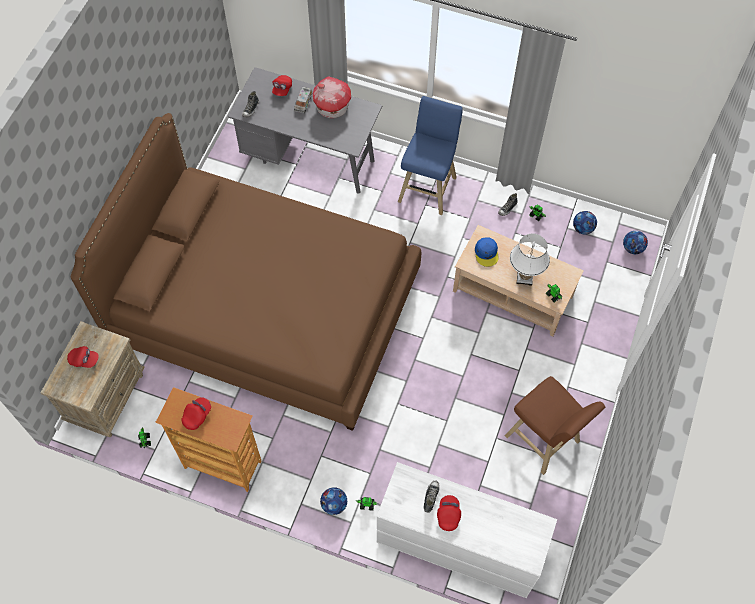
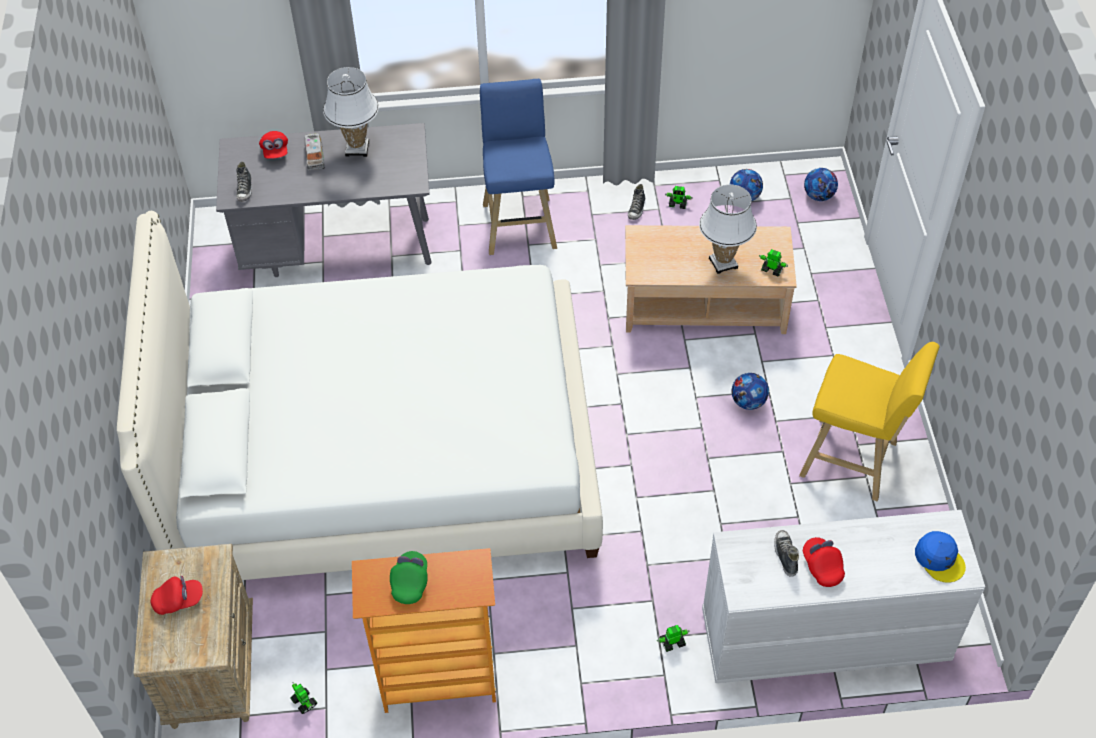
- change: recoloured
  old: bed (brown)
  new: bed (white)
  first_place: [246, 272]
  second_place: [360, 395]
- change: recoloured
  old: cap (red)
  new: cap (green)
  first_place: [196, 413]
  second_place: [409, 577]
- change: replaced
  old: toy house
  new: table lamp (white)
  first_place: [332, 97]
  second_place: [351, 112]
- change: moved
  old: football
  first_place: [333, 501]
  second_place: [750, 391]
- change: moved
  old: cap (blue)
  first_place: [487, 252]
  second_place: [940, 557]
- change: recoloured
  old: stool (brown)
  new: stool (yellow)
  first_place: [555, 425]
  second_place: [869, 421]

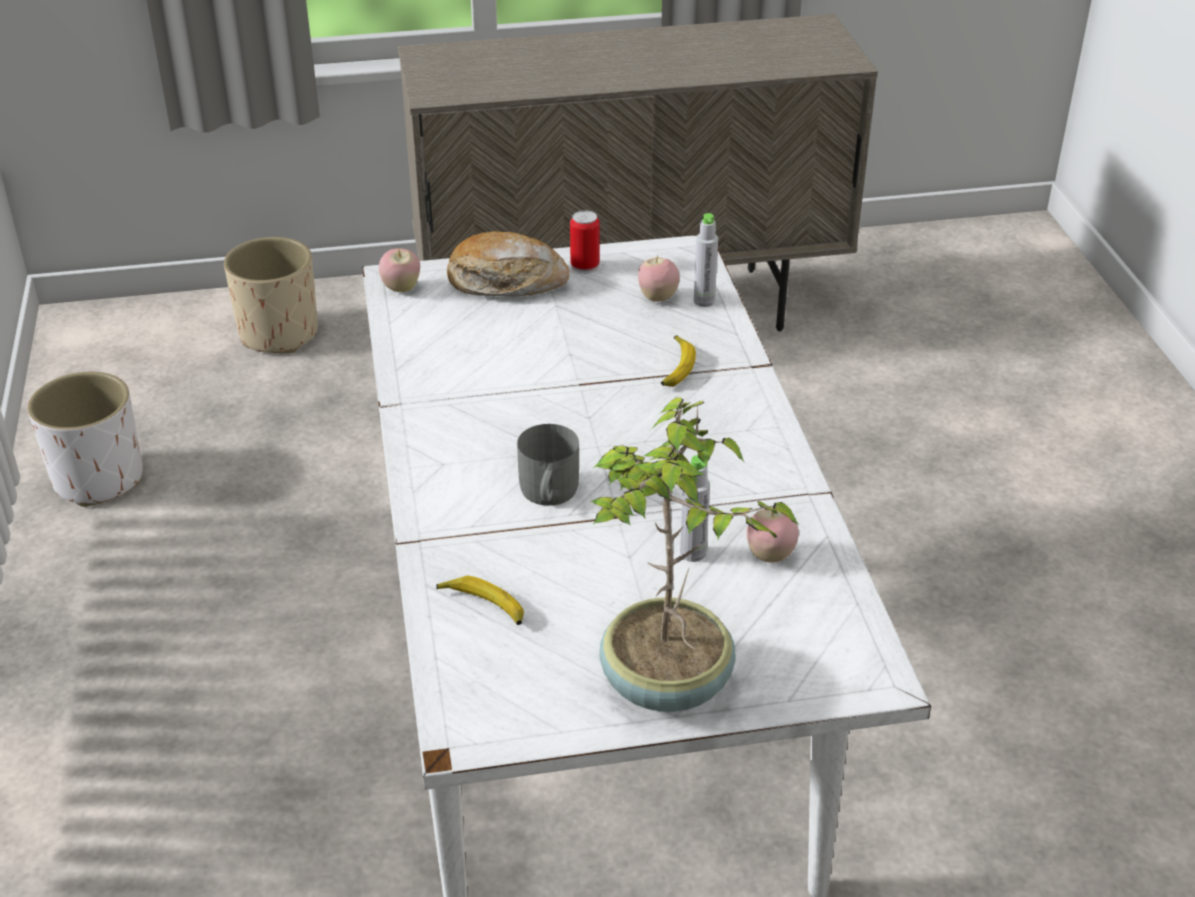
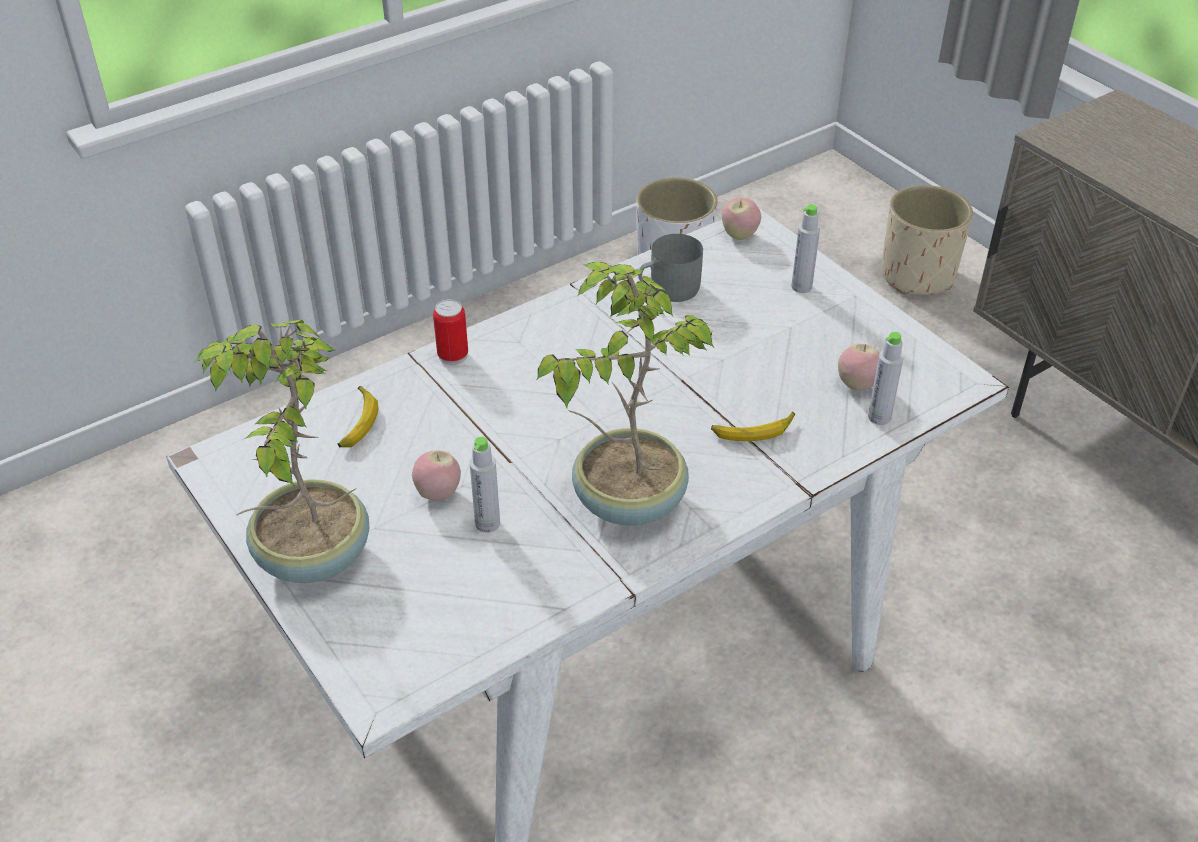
- change: replaced
  old: bread
  new: bottle (grey)
  first_place: [508, 264]
  second_place: [805, 248]
- change: moved
  old: mug (grey)
  first_place: [548, 465]
  second_place: [670, 268]
- change: moved
  old: can
  first_place: [585, 242]
  second_place: [450, 332]
- change: moved
  old: apple
  first_place: [772, 535]
  second_place: [436, 475]
- change: added
  new: potted plant
  second_place: [625, 393]

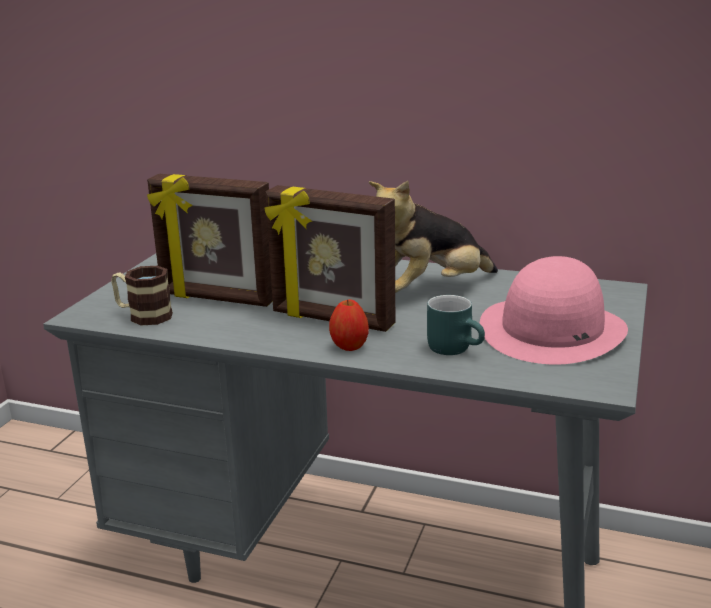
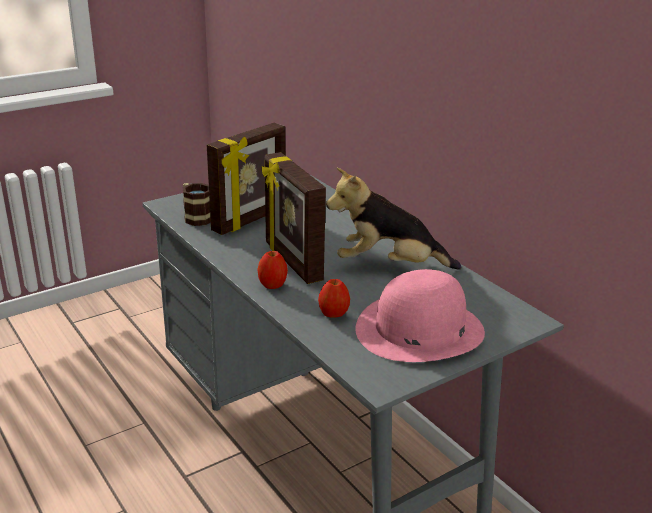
- change: turned
  old: picture frame
  first_place: [210, 240]
  second_place: [246, 179]
  degrees: -105
- change: replaced
  old: mug (turquoise)
  new: apple
  first_place: [456, 325]
  second_place: [334, 298]

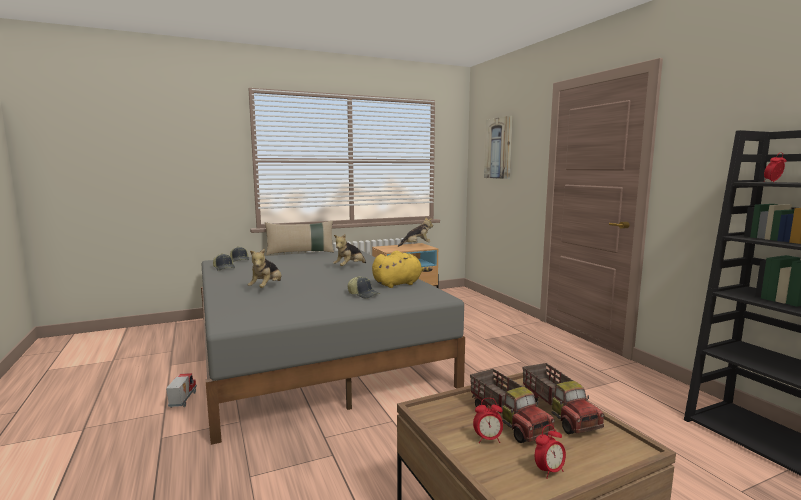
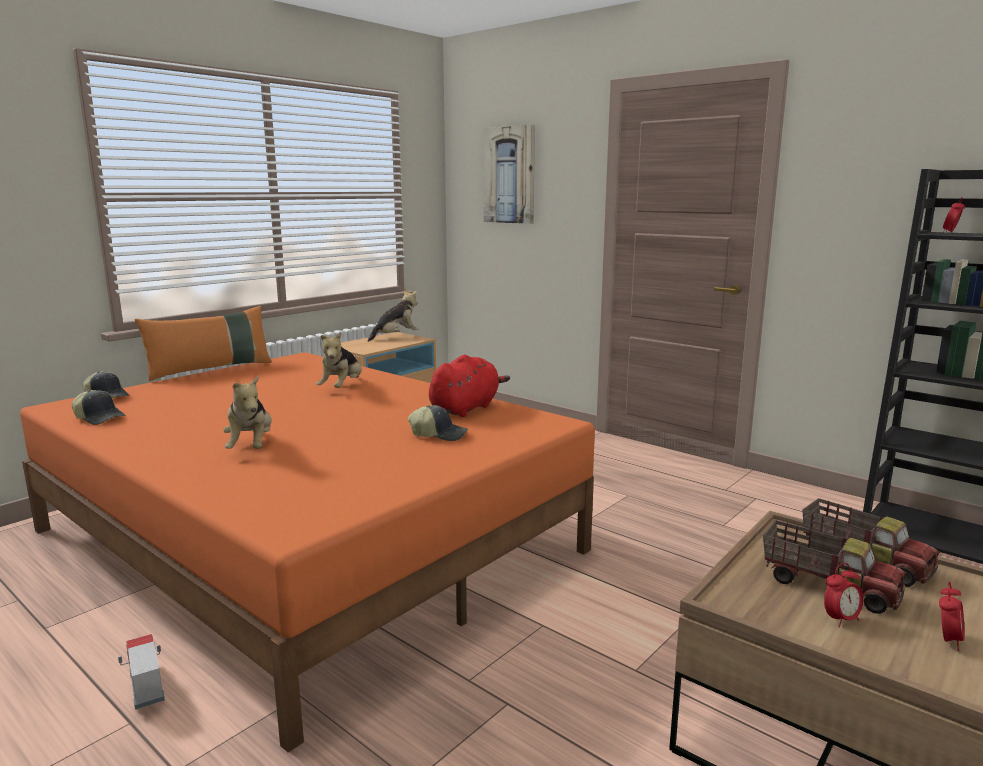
- change: recoloured
  old: bed (grey)
  new: bed (orange)
  first_place: [333, 347]
  second_place: [307, 552]
- change: recoloured
  old: pillow (beige)
  new: pillow (orange)
  first_place: [299, 237]
  second_place: [203, 343]
- change: recoloured
  old: plush toy (yellow)
  new: plush toy (red)
  first_place: [402, 269]
  second_place: [469, 386]

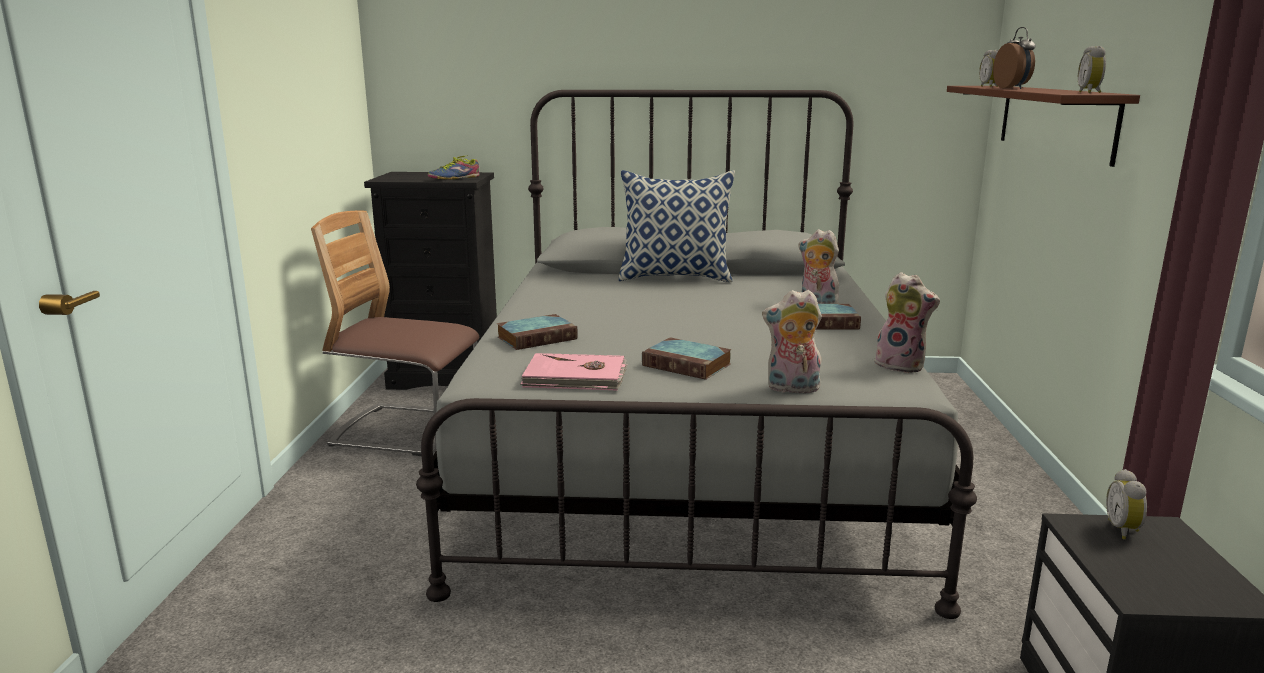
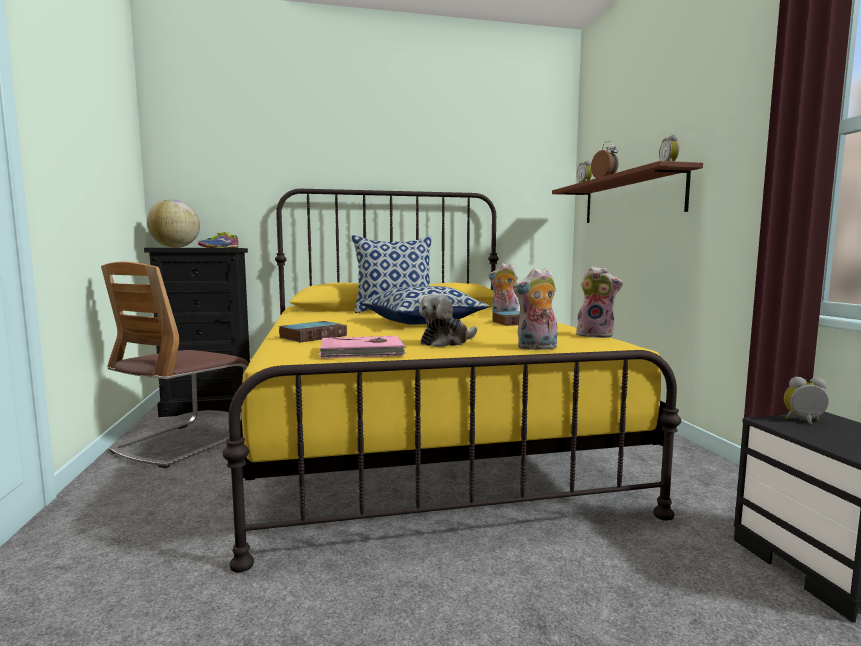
- change: turned
  old: chair
  first_place: [395, 333]
  second_place: [175, 364]
  degrees: -60
- change: recoloured
  old: bed (grey)
  new: bed (yellow)
  first_place: [696, 354]
  second_place: [452, 380]
- change: replaced
  old: book
  new: plush toy
  first_place: [687, 358]
  second_place: [448, 320]
- change: turned
  old: alarm clock
  first_place: [1126, 504]
  second_place: [806, 400]
  degrees: 105
- change: added
  new: globe
  second_place: [173, 223]
- change: added
  new: pillow
  second_place: [424, 305]

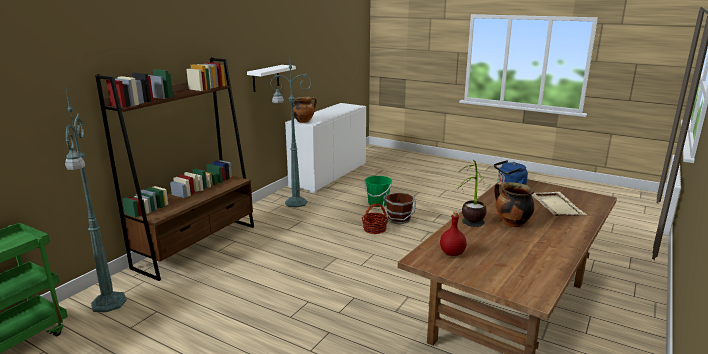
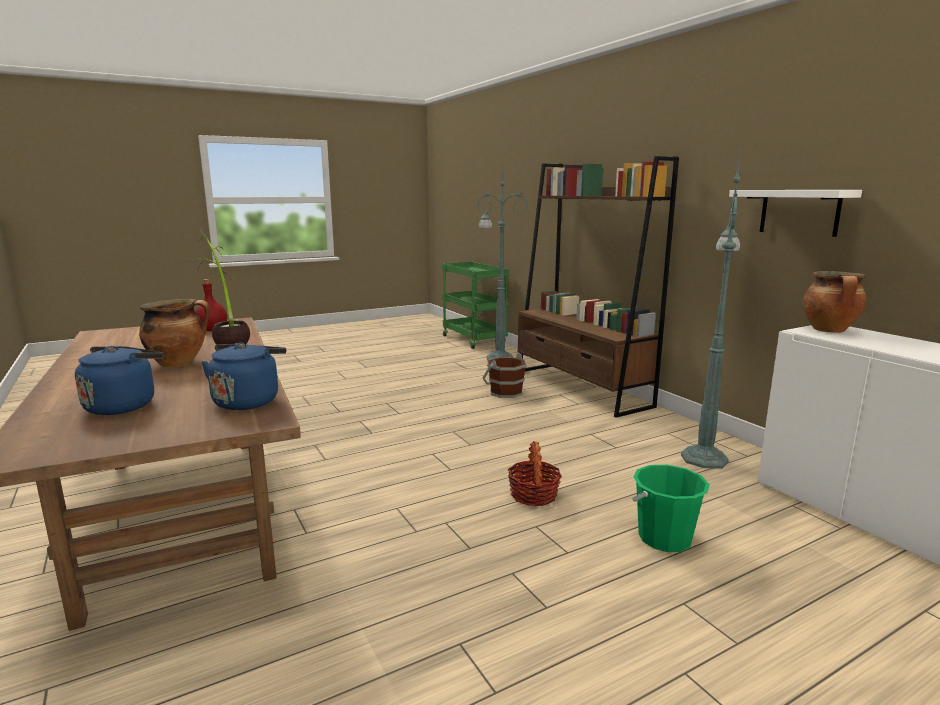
- change: moved
  old: bucket (brown)
  first_place: [399, 208]
  second_place: [504, 375]
- change: replaced
  old: tray (beige)
  new: kettle (blue)
  first_place: [559, 204]
  second_place: [119, 380]

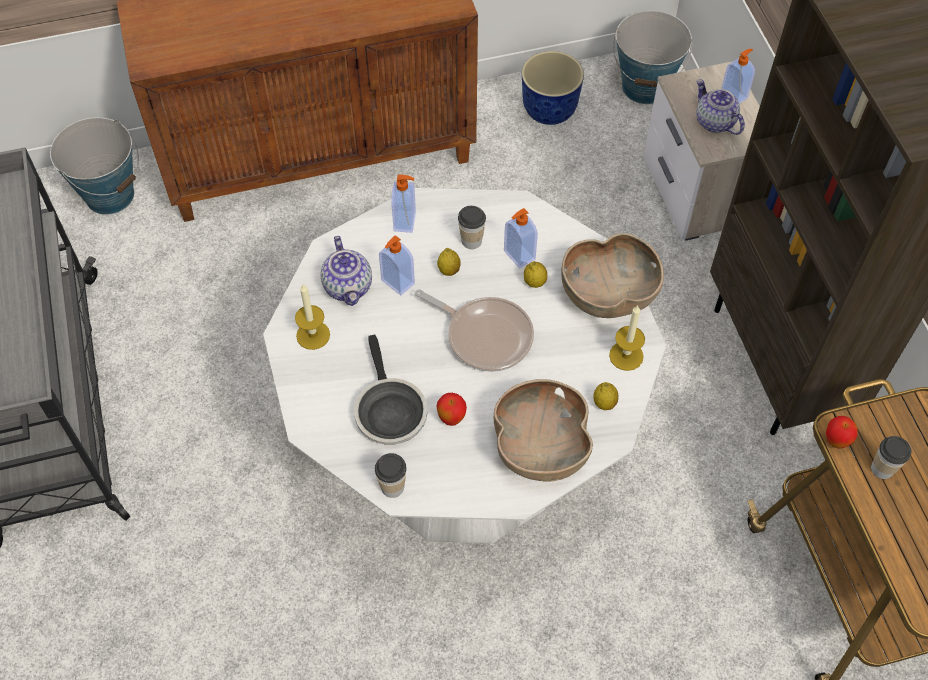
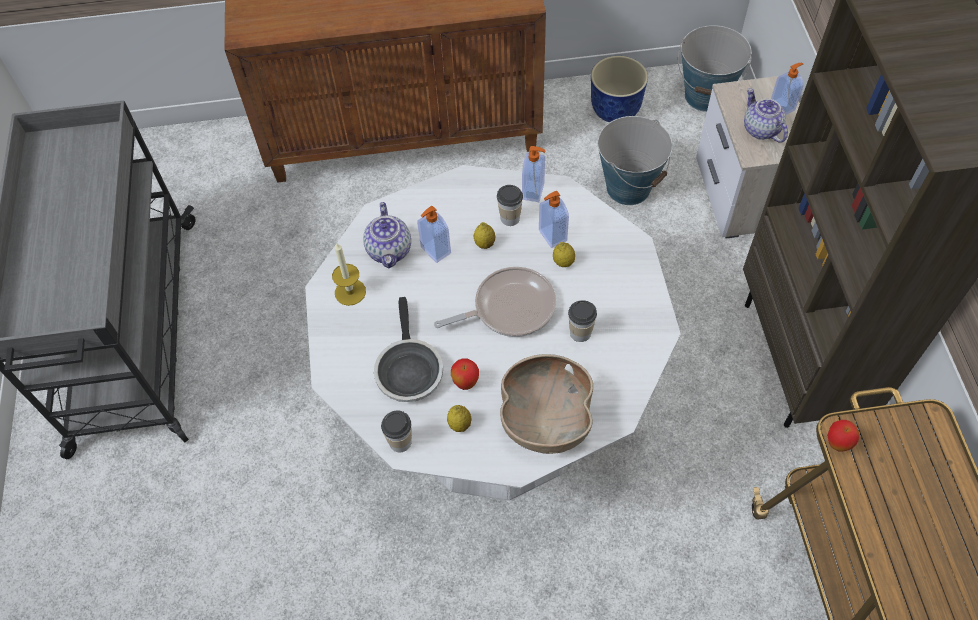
- change: moved
  old: bucket
  first_place: [94, 166]
  second_place: [635, 160]
- change: moved
  old: soap dispenser
  first_place: [403, 203]
  second_place: [534, 174]
- change: turned
  old: frying pan
  first_place: [474, 330]
  second_place: [495, 302]
  degrees: -60
- change: removed
  old: bowl (brown)
  first_place: [612, 275]
- change: moved
  old: lemon
  first_place: [605, 396]
  second_place: [459, 418]
- change: removed
  old: candle
  first_place: [627, 338]
- change: moved
  old: cup
  first_place: [891, 457]
  second_place: [582, 321]

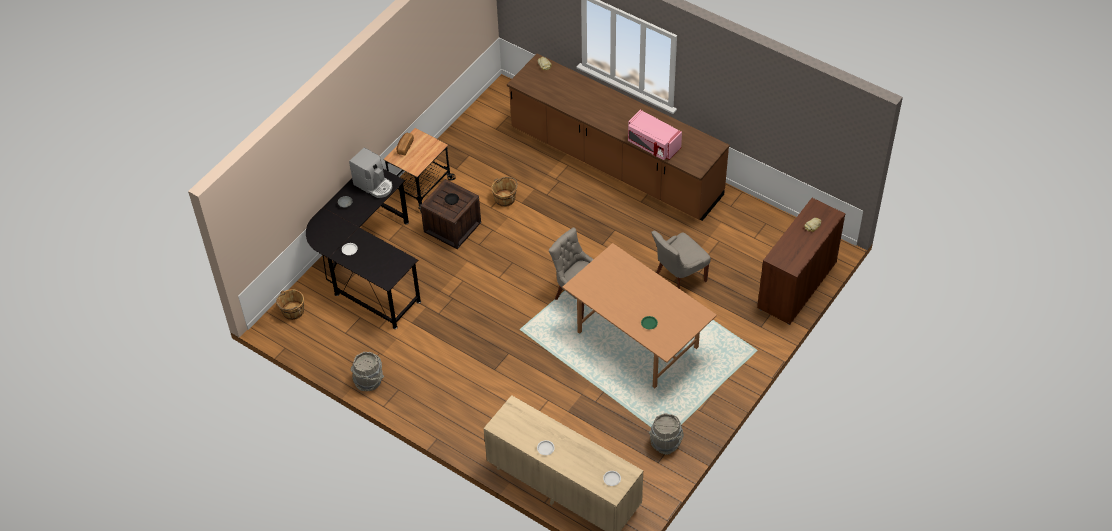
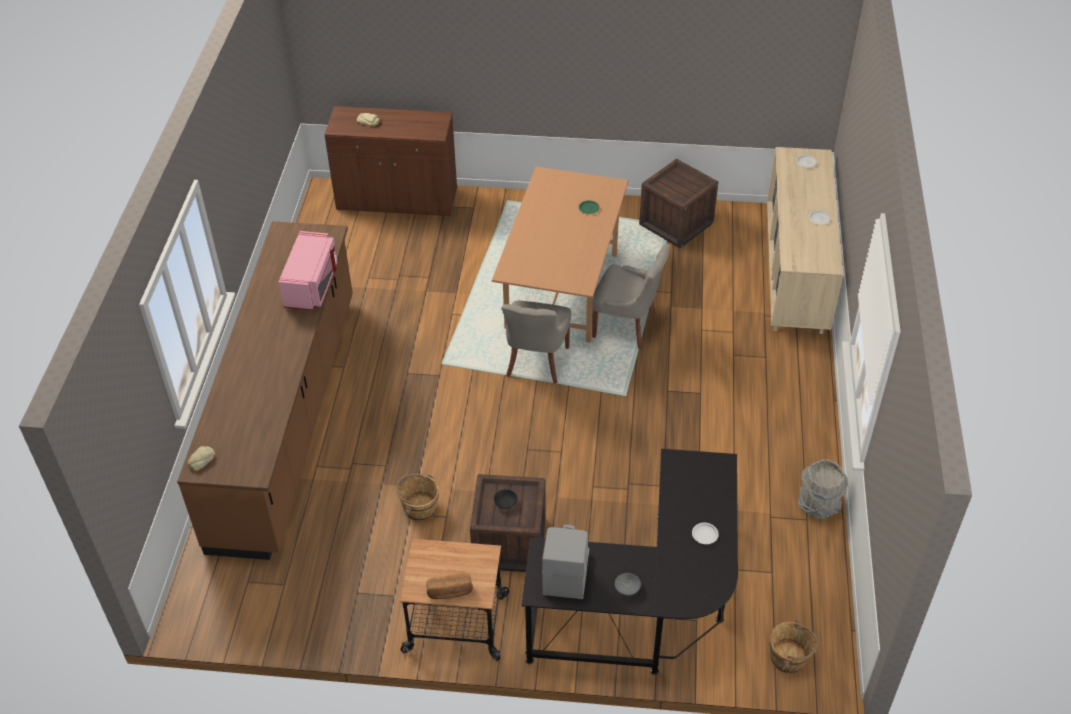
- change: replaced
  old: bucket (grey)
  new: crate
  first_place: [666, 434]
  second_place: [678, 203]
- change: moved
  old: chair (grey)
  first_place: [681, 260]
  second_place: [631, 297]

